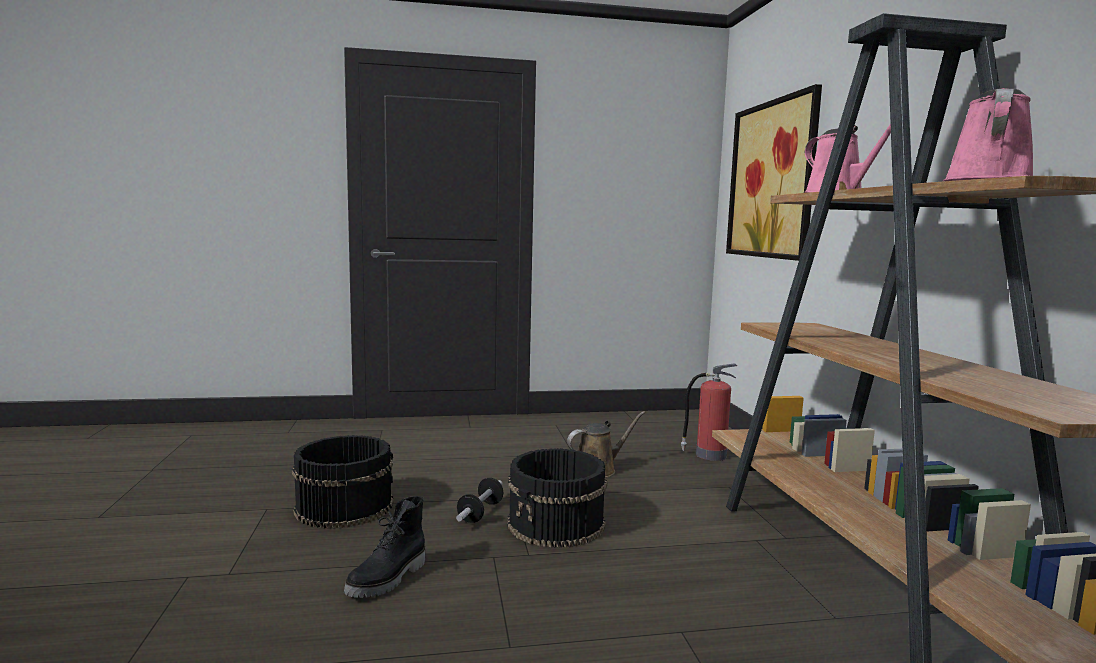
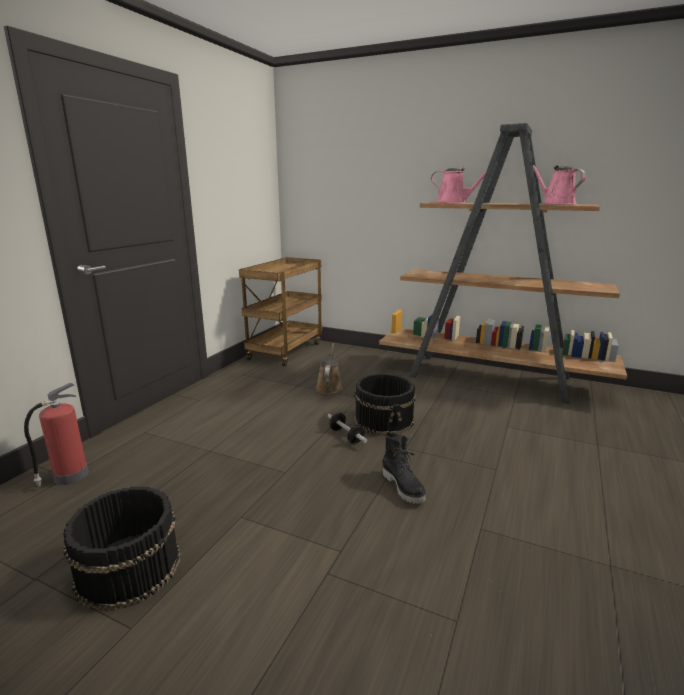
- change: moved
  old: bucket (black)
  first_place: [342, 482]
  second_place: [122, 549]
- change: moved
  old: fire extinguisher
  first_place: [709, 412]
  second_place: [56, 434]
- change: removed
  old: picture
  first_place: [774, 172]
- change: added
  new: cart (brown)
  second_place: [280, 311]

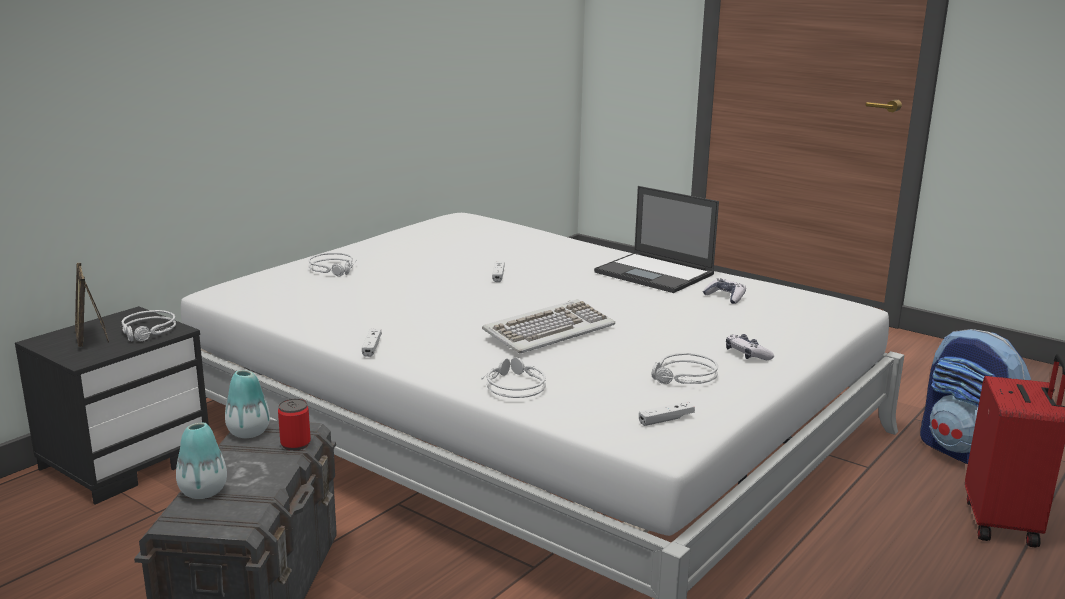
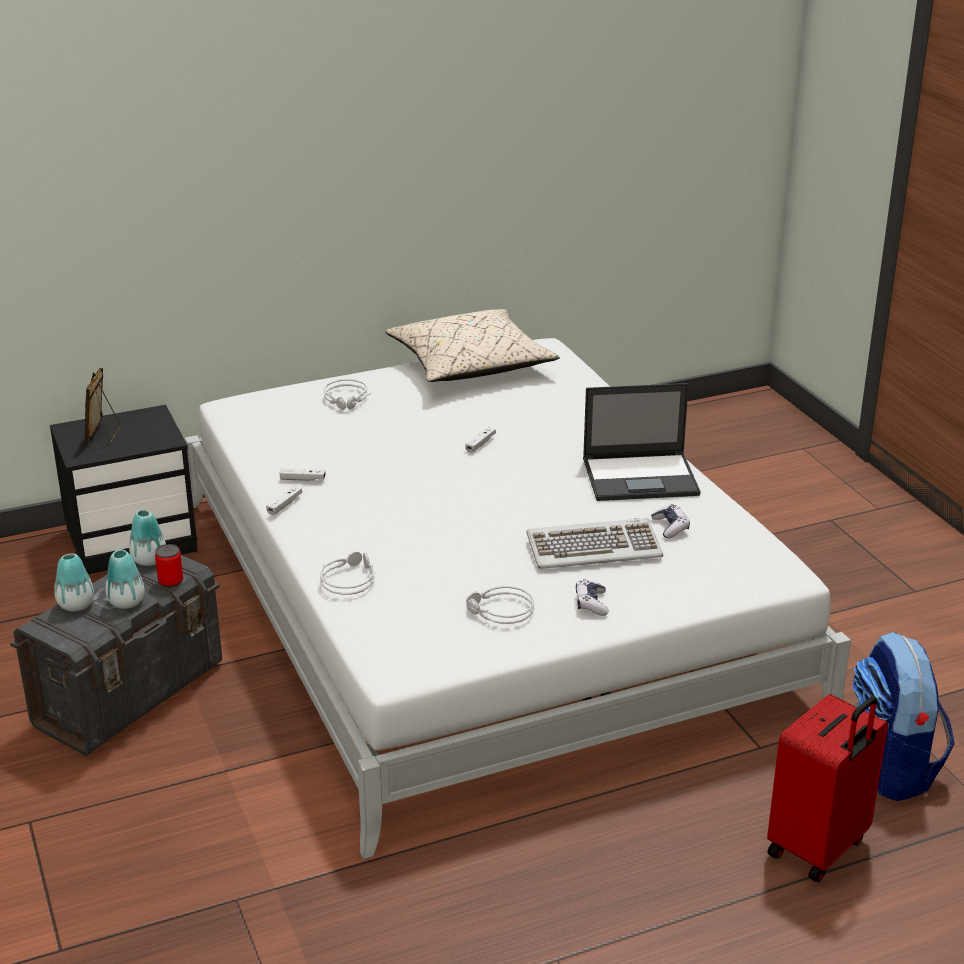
- change: removed
  old: headphones (grey)
  first_place: [148, 325]
- change: moved
  old: keyboard
  first_place: [548, 326]
  second_place: [594, 543]
- change: turned
  old: laptop
  first_place: [656, 239]
  second_place: [642, 442]
  degrees: -75
- change: moved
  old: game controller (white)
  first_place: [667, 413]
  second_place: [303, 474]
- change: added
  new: vase
  second_place: [125, 579]
- change: added
  new: pillow (beige)
  second_place: [472, 345]

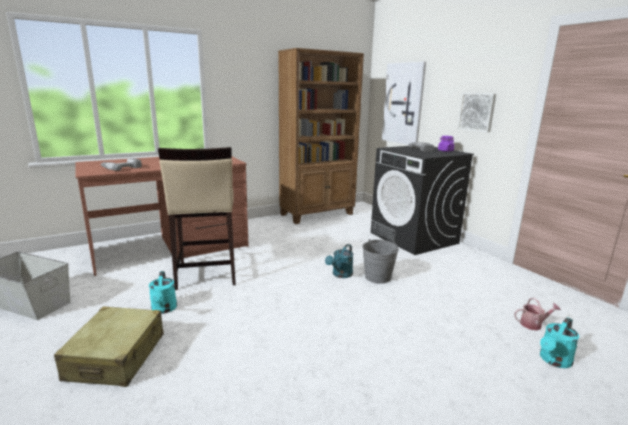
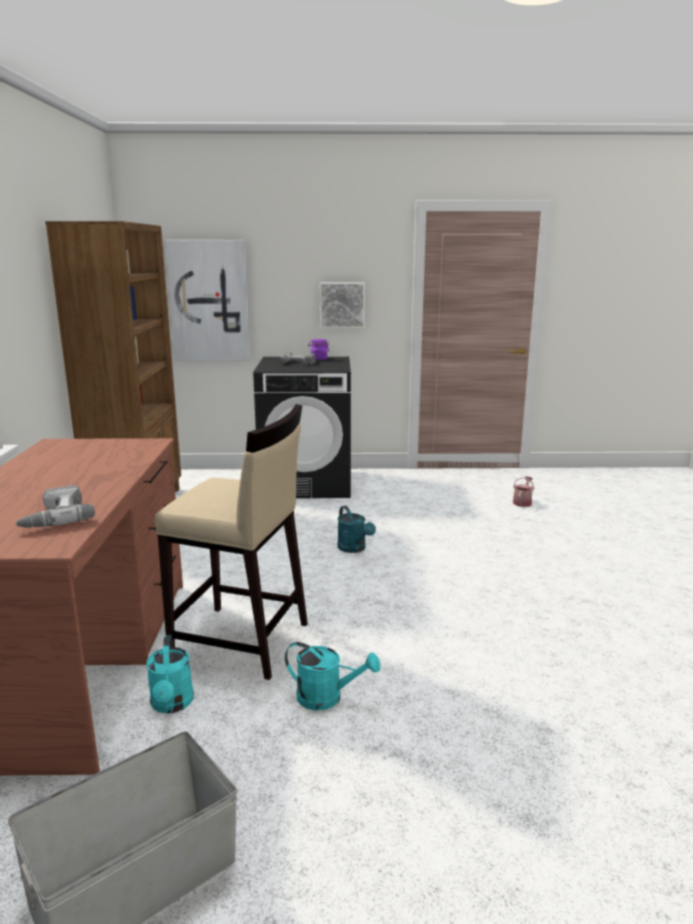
- change: removed
  old: suitcase (beige)
  first_place: [109, 347]
- change: removed
  old: bucket (grey)
  first_place: [380, 261]
- change: moved
  old: watering can (turquoise)
  first_place: [559, 342]
  second_place: [170, 674]

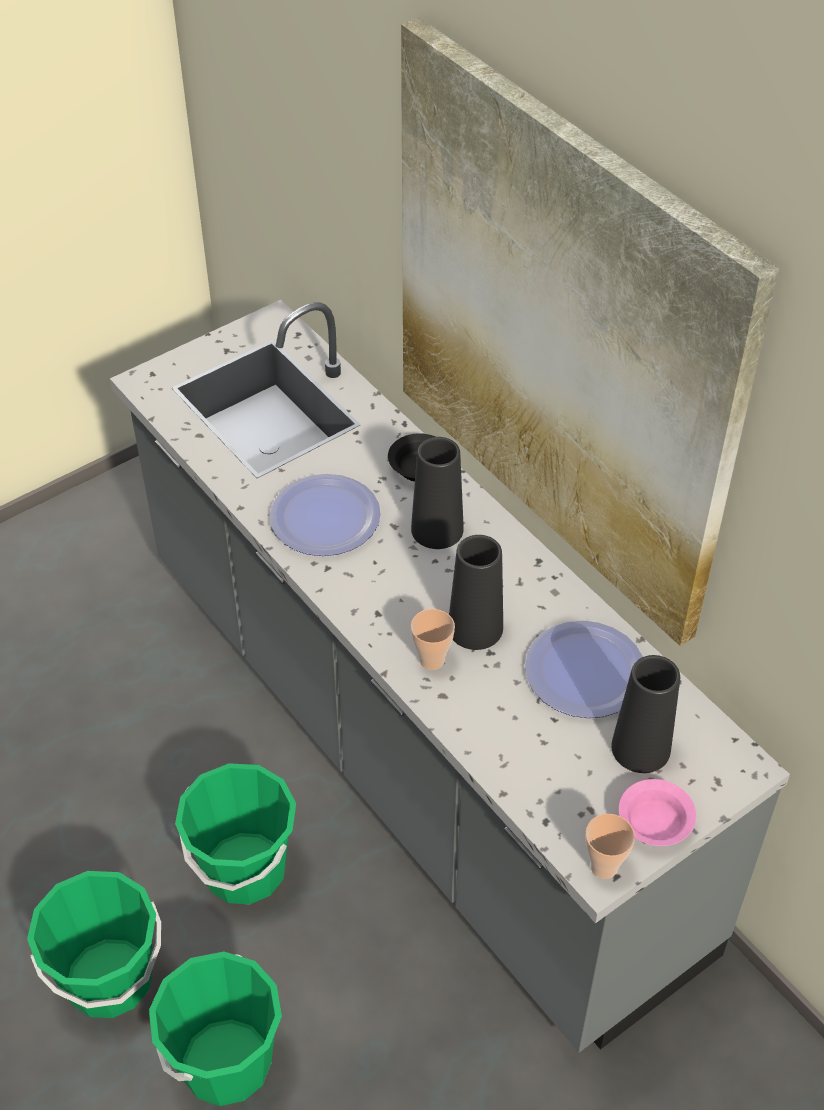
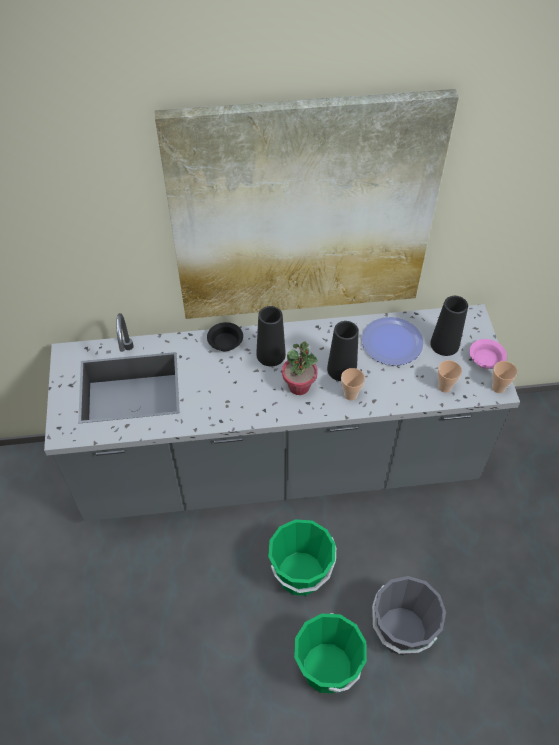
- change: recoloured
  old: bucket (green)
  new: bucket (grey)
  first_place: [215, 1029]
  second_place: [409, 616]
- change: removed
  old: plate
  first_place: [325, 515]
- change: added
  new: potted plant
  second_place: [300, 368]
- change: added
  new: cup
  second_place: [450, 376]

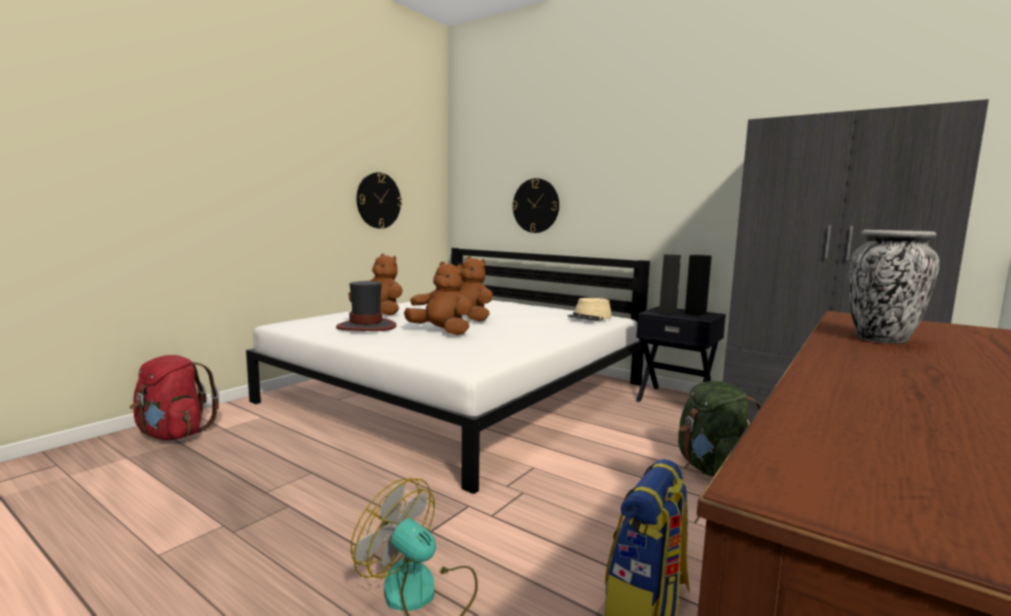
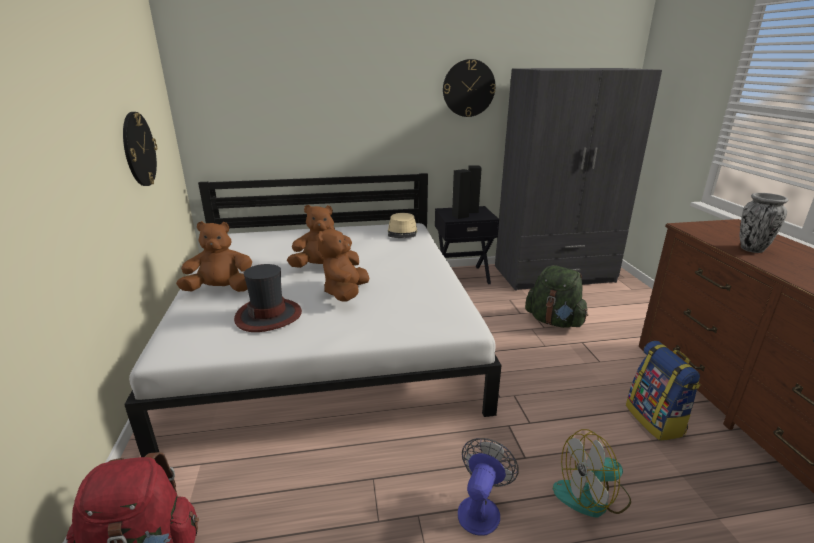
- change: turned
  old: plush toy (brown)
  first_place: [438, 298]
  second_place: [344, 263]
  degrees: -60
- change: moved
  old: wall clock
  first_place: [535, 205]
  second_place: [469, 88]
- change: added
  new: fan
  second_place: [488, 487]

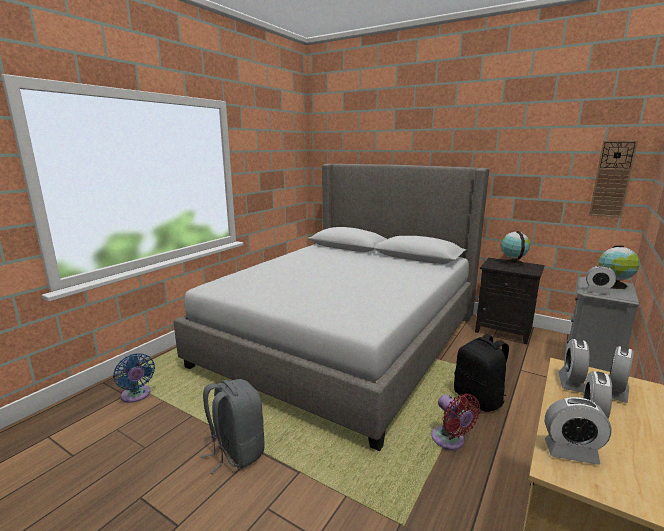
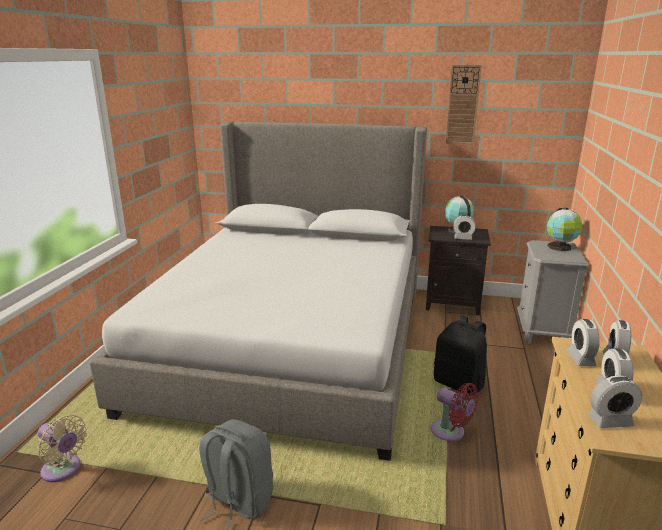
- change: recoloured
  old: fan (blue)
  new: fan (beige)
  first_place: [134, 378]
  second_place: [62, 448]
- change: moved
  old: alarm clock
  first_place: [601, 280]
  second_place: [464, 227]
- change: moved
  old: wall clock
  first_place: [613, 179]
  second_place: [464, 104]

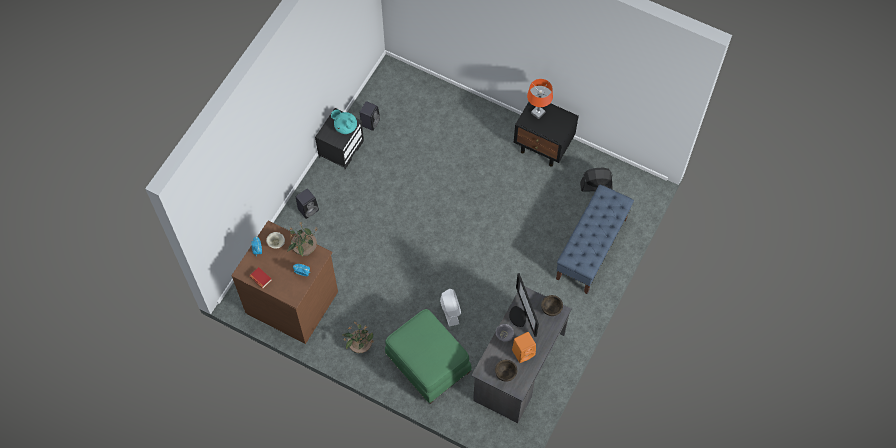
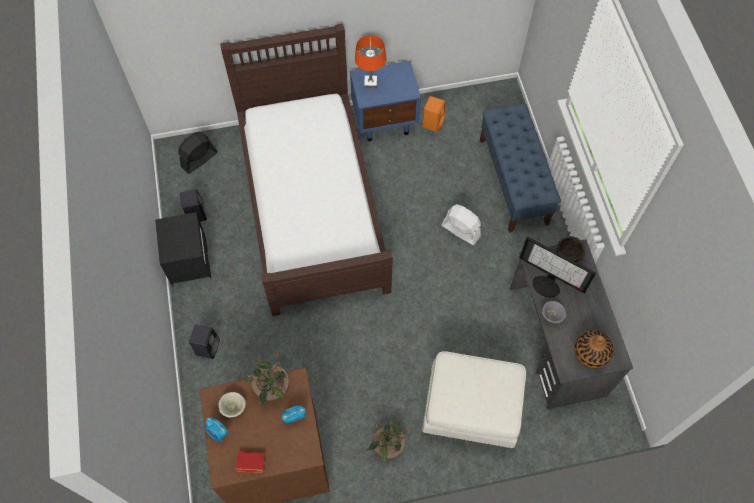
- change: removed
  old: teapot (turquoise)
  first_place: [344, 122]
- change: recoloured
  old: ottoman (green)
  new: ottoman (white)
  first_place: [428, 356]
  second_place: [474, 399]
- change: moved
  old: fan (white)
  first_place: [450, 308]
  second_place: [461, 224]
- change: replaced
  old: bowl (brown)
  new: vase
  first_place: [506, 371]
  second_place: [593, 349]
- change: moved
  old: speaker (orange)
  first_place: [524, 347]
  second_place: [433, 114]
- change: recoloured
  old: nightstand (black)
  new: nightstand (blue)
  first_place: [546, 134]
  second_place: [385, 101]
- change: moved
  old: fan (black)
  first_place: [596, 179]
  second_place: [197, 153]
- change: added
  new: bed (brown)
  second_place: [306, 170]

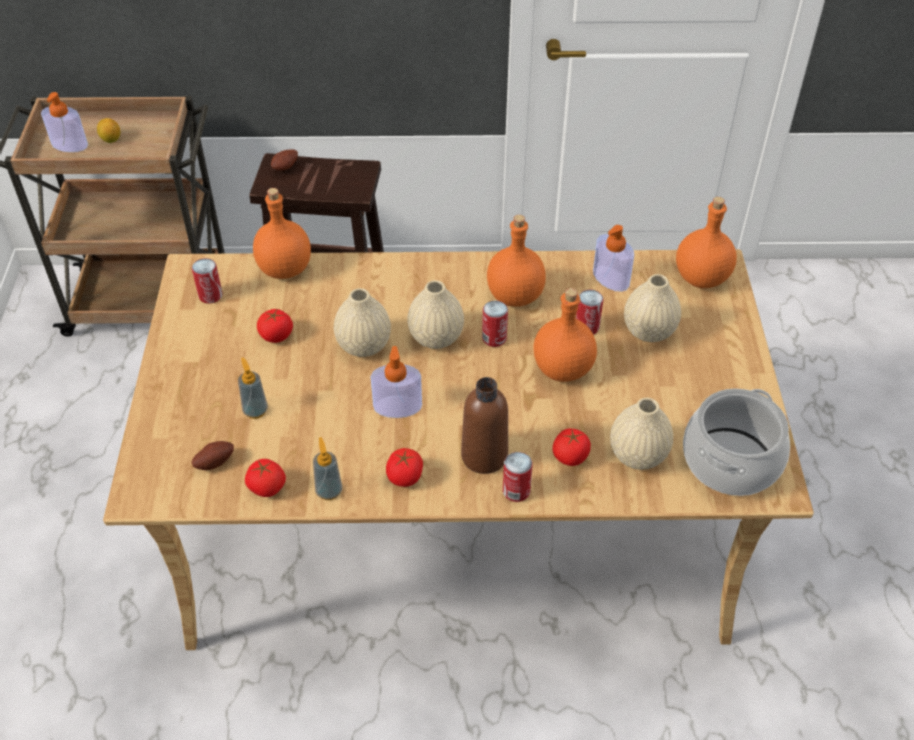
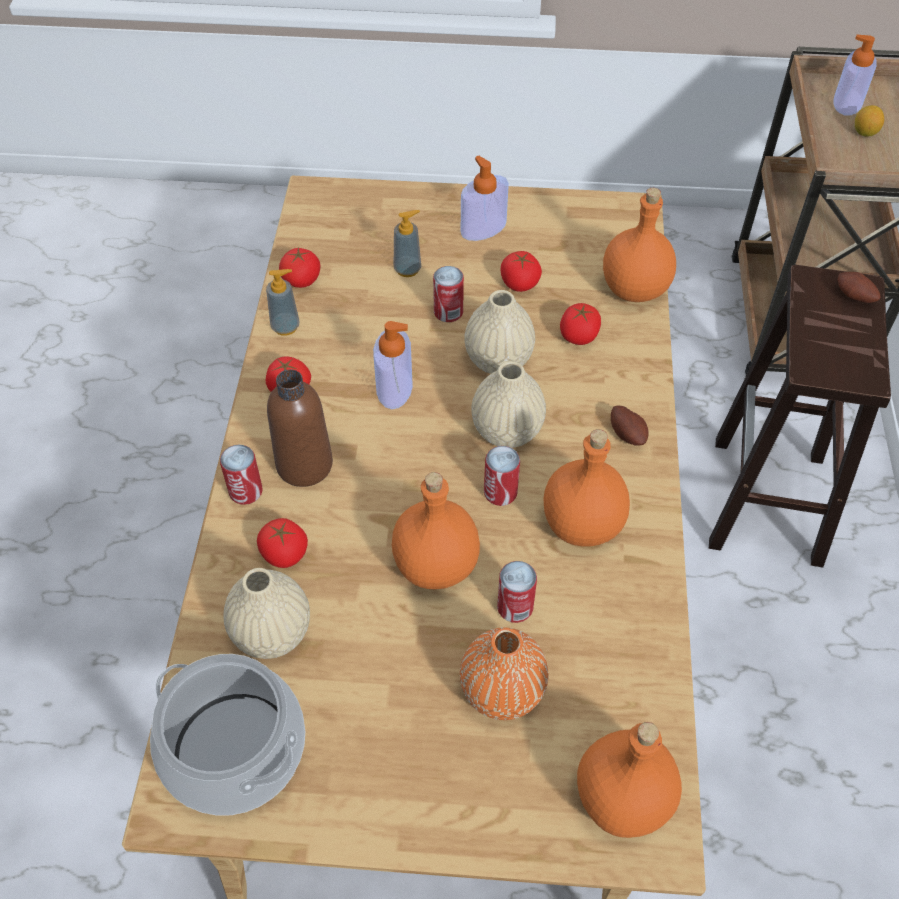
- change: moved
  old: can
  first_place: [207, 281]
  second_place: [448, 294]
- change: moved
  old: potato
  first_place: [213, 455]
  second_place: [630, 426]
- change: moved
  old: soap dispenser
  first_place: [613, 258]
  second_place: [485, 198]
- change: recoloured
  old: vase (beige)
  new: vase (orange)
  first_place: [652, 308]
  second_place: [504, 673]
- change: added
  new: tomato
  second_place: [580, 324]

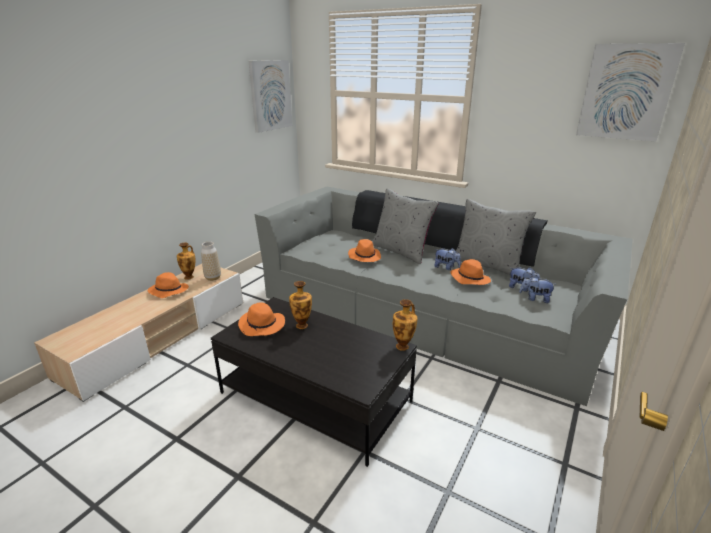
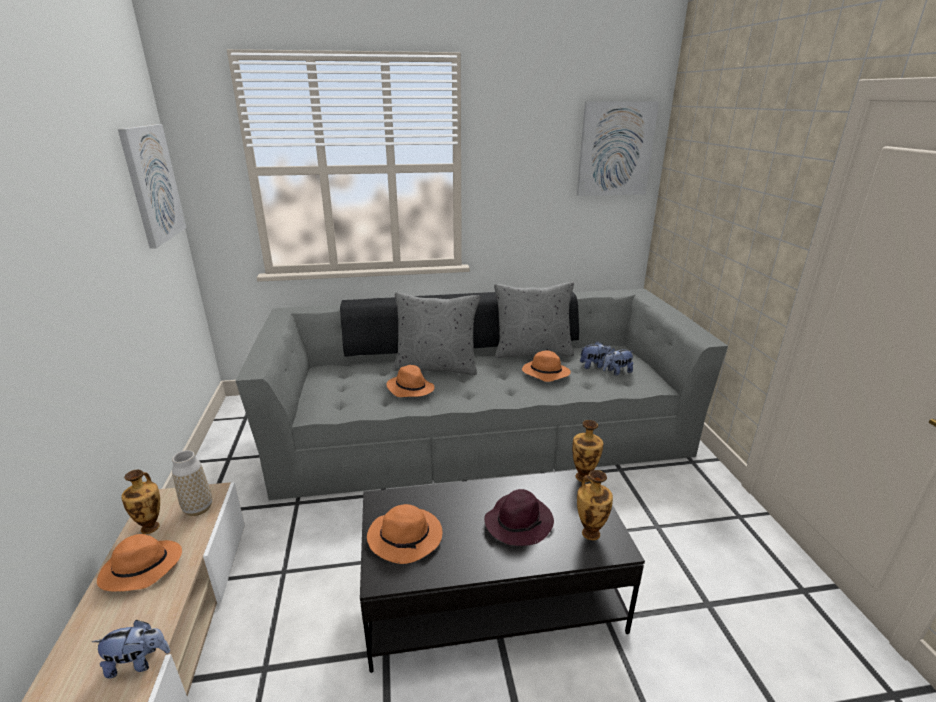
- change: moved
  old: vase
  first_place: [300, 305]
  second_place: [595, 505]
- change: moved
  old: plush toy
  first_place: [447, 259]
  second_place: [131, 649]
- change: added
  new: hat (purple)
  second_place: [519, 517]

